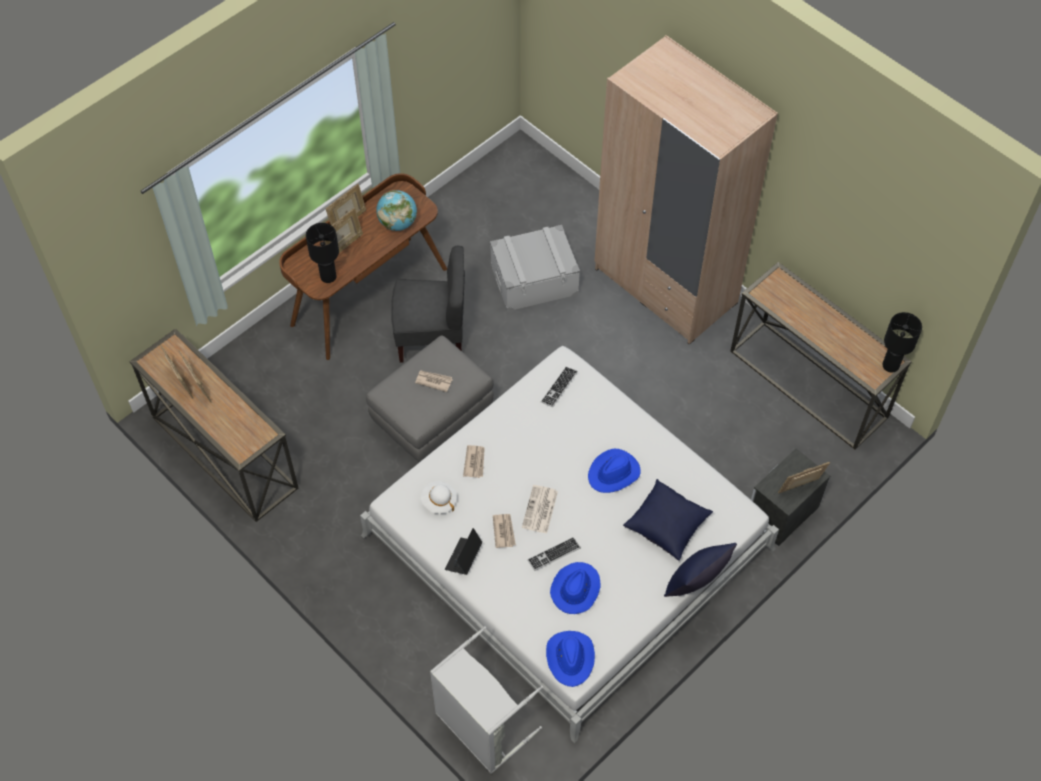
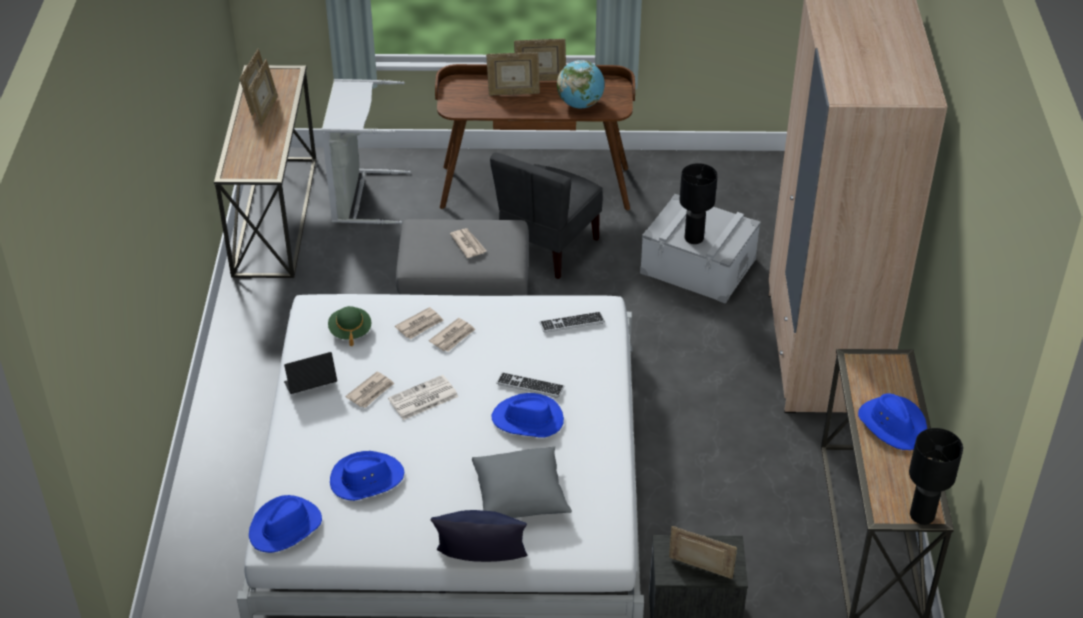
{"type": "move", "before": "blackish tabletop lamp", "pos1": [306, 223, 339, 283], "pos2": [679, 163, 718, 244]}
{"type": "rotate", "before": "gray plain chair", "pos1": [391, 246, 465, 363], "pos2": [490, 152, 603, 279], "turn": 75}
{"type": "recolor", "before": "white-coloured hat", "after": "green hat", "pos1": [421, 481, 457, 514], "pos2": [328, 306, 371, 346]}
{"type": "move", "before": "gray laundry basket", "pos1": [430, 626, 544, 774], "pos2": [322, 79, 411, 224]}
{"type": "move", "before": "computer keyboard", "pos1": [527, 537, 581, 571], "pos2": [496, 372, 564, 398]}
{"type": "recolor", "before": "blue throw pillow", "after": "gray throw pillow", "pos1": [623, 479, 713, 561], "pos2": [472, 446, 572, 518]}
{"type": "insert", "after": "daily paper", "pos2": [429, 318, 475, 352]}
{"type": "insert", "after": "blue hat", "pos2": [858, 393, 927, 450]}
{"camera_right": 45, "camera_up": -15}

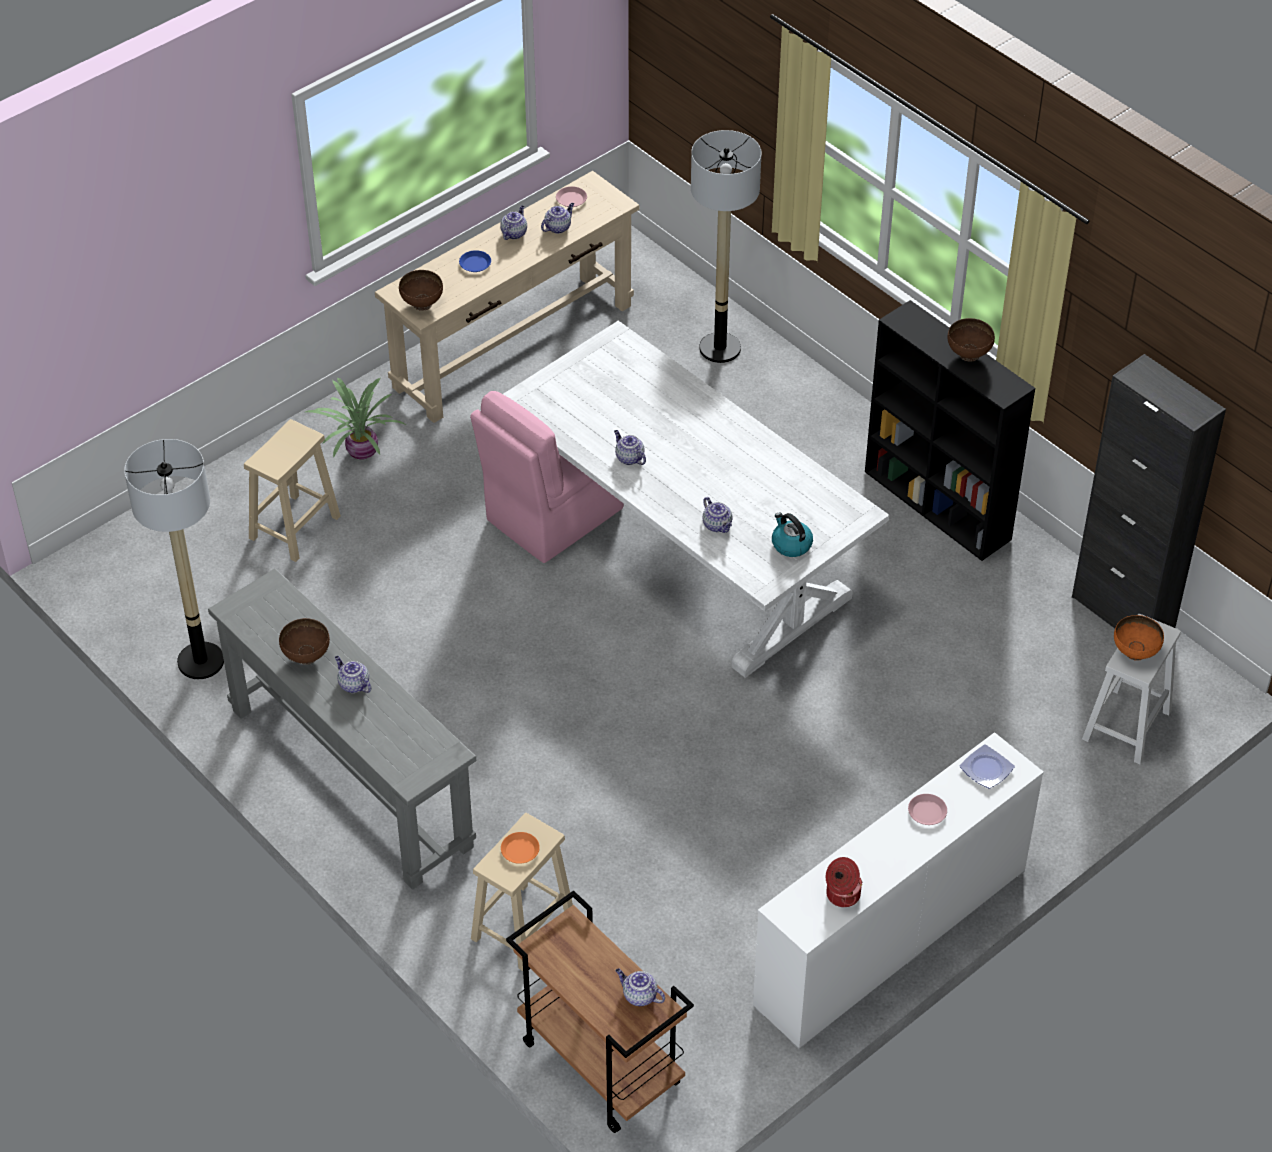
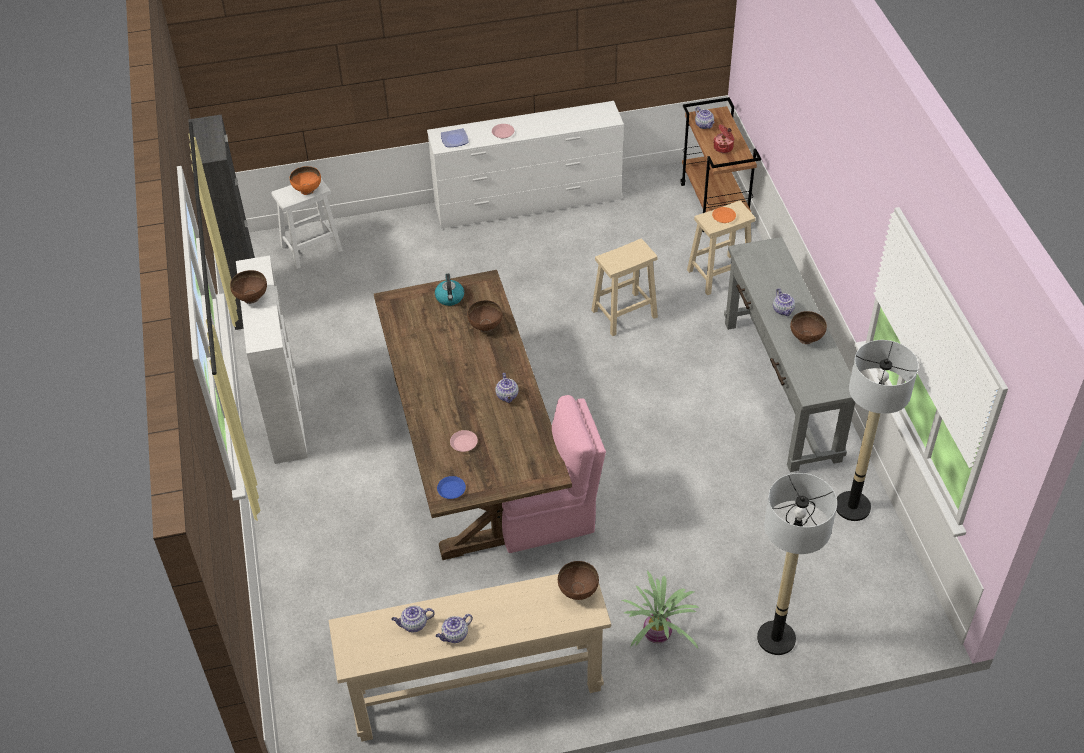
{"type": "move", "before": "beige stool", "pos1": [244, 419, 341, 562], "pos2": [591, 239, 658, 336]}
{"type": "move", "before": "blue flat dish", "pos1": [459, 250, 491, 272], "pos2": [437, 476, 466, 499]}
{"type": "recolor", "before": "white-coloured dining table", "after": "brown dining table", "pos1": [503, 321, 889, 678], "pos2": [374, 270, 572, 560]}
{"type": "move", "before": "pink flat dish", "pos1": [556, 186, 587, 207], "pos2": [450, 430, 478, 452]}
{"type": "move", "before": "standard lamp", "pos1": [691, 130, 762, 363], "pos2": [757, 473, 837, 655]}
{"type": "replace", "before": "teapot", "after": "brown serving bowl", "pos1": [703, 497, 733, 533], "pos2": [467, 300, 503, 333]}
{"type": "move", "before": "cooking pot", "pos1": [826, 857, 862, 907], "pos2": [713, 124, 734, 153]}
{"type": "recolor", "before": "blackish shelving unit", "after": "white-coloured shelving unit", "pos1": [865, 300, 1035, 561], "pos2": [236, 255, 308, 464]}
{"camera_right": -150, "camera_up": 0}

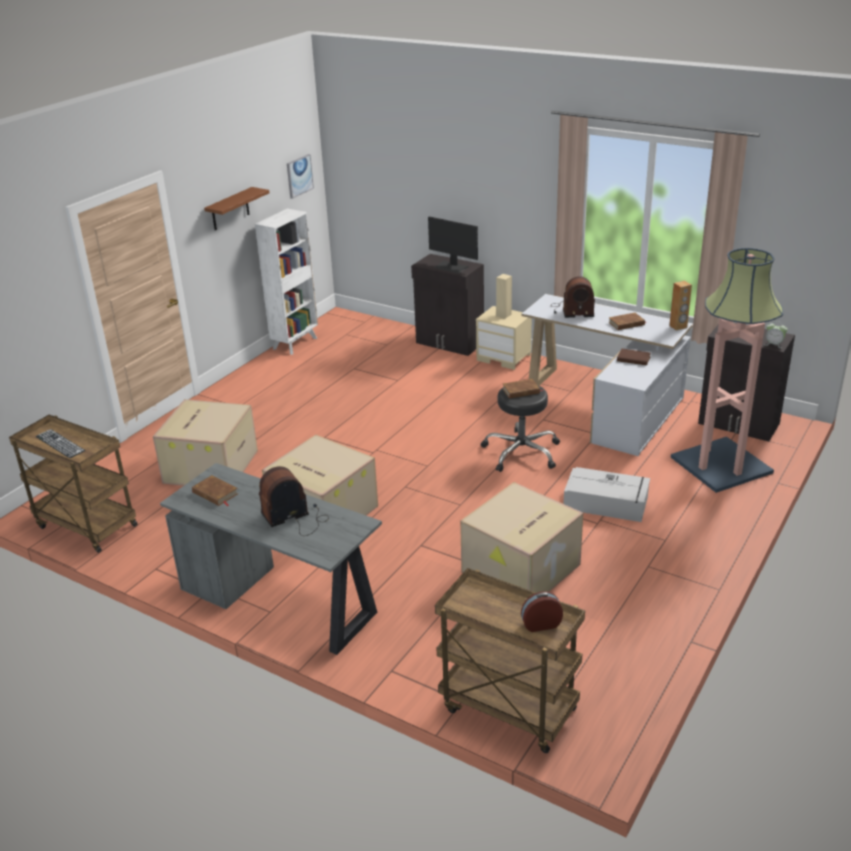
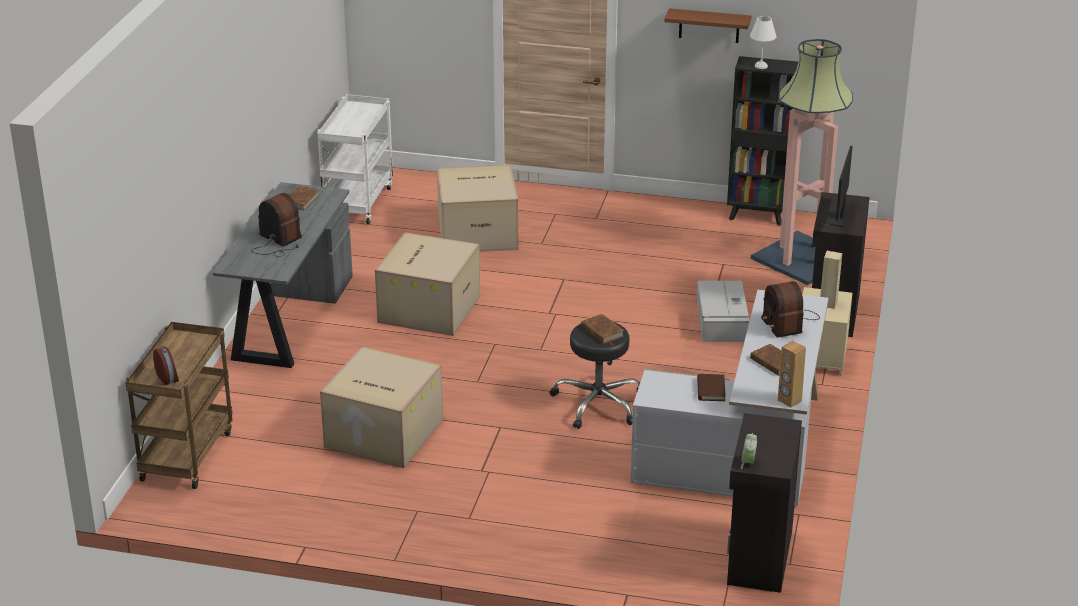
{"type": "recolor", "before": "brown trolley", "after": "white-coloured trolley", "pos1": [9, 415, 138, 553], "pos2": [317, 94, 393, 224]}
{"type": "delete", "before": "computer keyboard", "pos1": [36, 429, 85, 458]}
{"type": "recolor", "before": "white-coloured shelving unit", "after": "blackish shelving unit", "pos1": [255, 209, 318, 355], "pos2": [727, 56, 798, 226]}
{"type": "delete", "before": "wall picture", "pos1": [287, 154, 314, 199]}
{"type": "move", "before": "gray storage container", "pos1": [563, 467, 650, 522], "pos2": [697, 281, 749, 342]}
{"type": "move", "before": "standard lamp", "pos1": [671, 248, 783, 493], "pos2": [751, 39, 853, 285]}
{"type": "insert", "after": "white-coloured tabletop lamp", "pos2": [750, 16, 776, 69]}
{"camera_right": 70, "camera_up": 0}

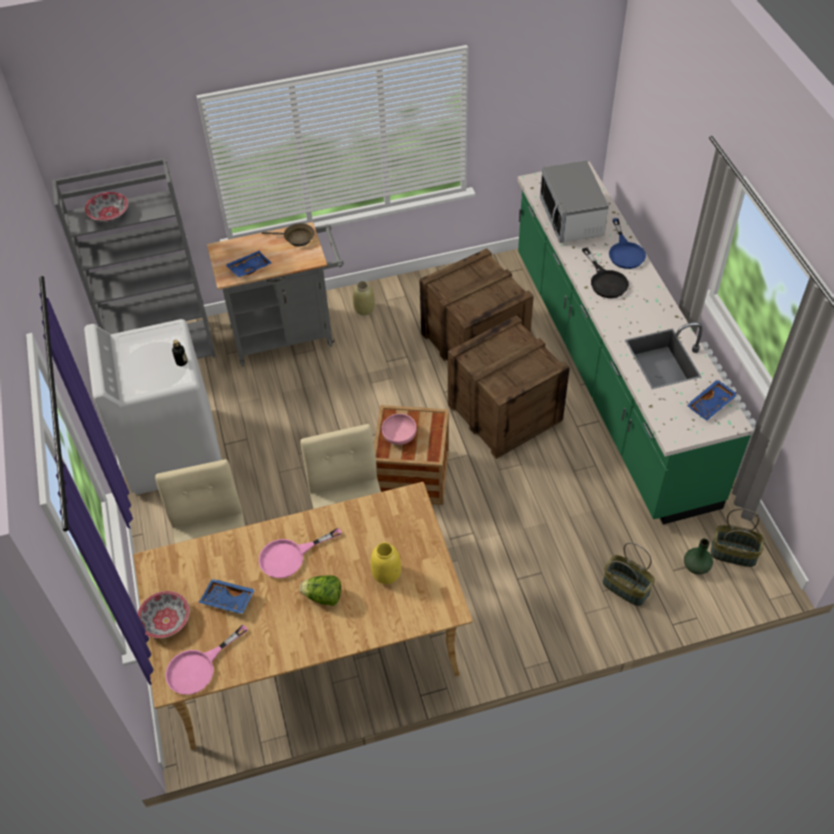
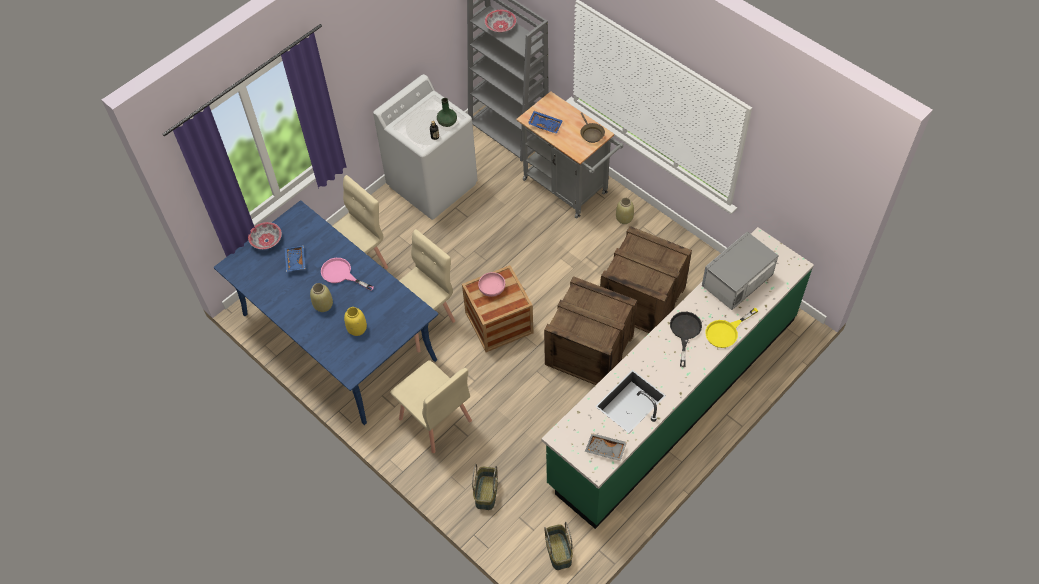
{"type": "recolor", "before": "beige dining table", "after": "blue dining table", "pos1": [133, 482, 473, 750], "pos2": [214, 201, 438, 425]}
{"type": "delete", "before": "pink pan", "pos1": [165, 625, 248, 694]}
{"type": "replace", "before": "lettuce", "after": "beige flower vase", "pos1": [300, 575, 341, 606], "pos2": [310, 283, 333, 312]}
{"type": "rotate", "before": "blackish pan", "pos1": [582, 247, 629, 298], "pos2": [670, 312, 702, 367], "turn": 150}
{"type": "recolor", "before": "blue pan", "after": "yellowish pan", "pos1": [609, 218, 646, 269], "pos2": [705, 308, 758, 348]}
{"type": "move", "before": "green flower vase", "pos1": [684, 538, 713, 575], "pos2": [437, 98, 457, 127]}
{"type": "recolor", "before": "blue tray", "after": "gray tray", "pos1": [687, 379, 738, 421], "pos2": [585, 433, 627, 461]}
{"type": "insert", "after": "beige plain chair", "pos2": [390, 360, 472, 453]}
{"camera_right": 60, "camera_up": 5}

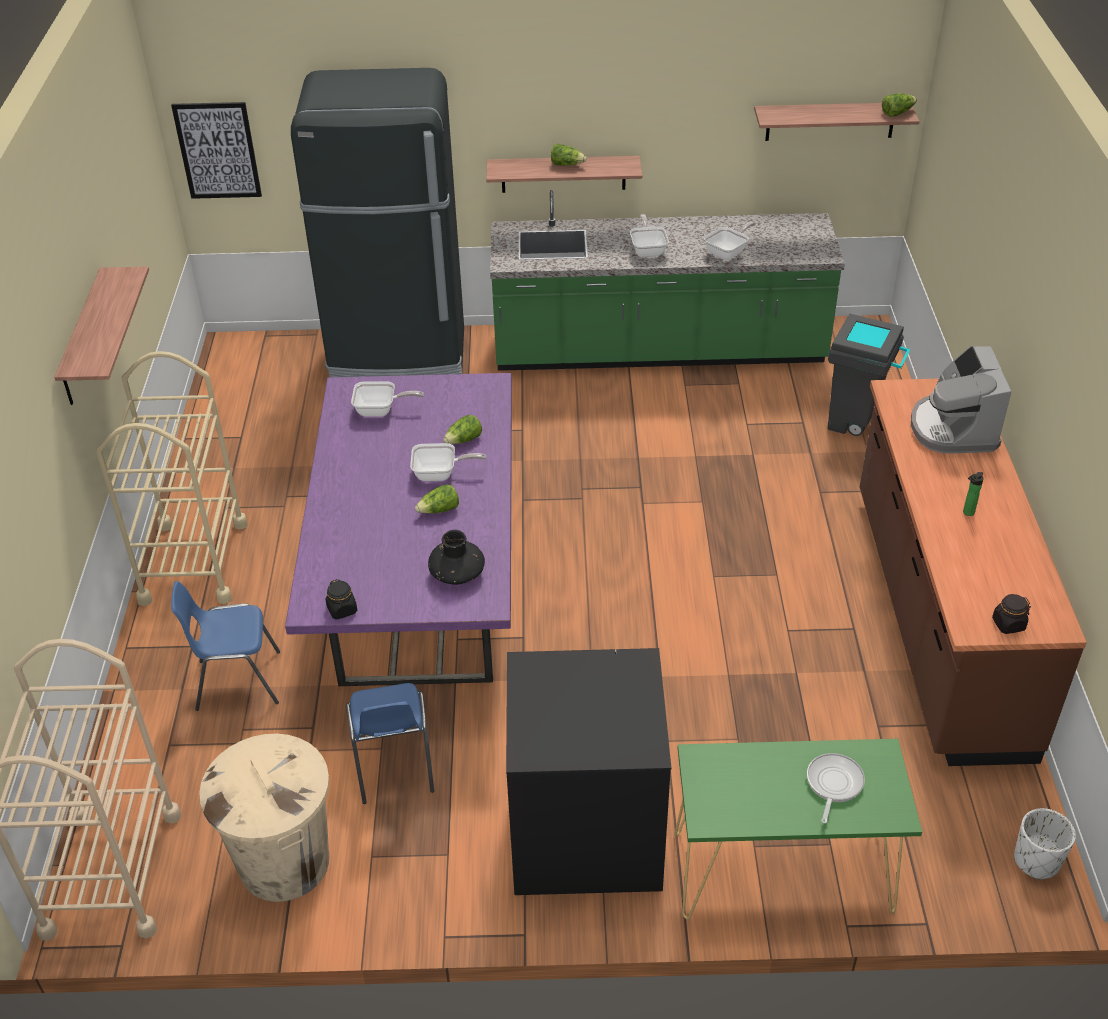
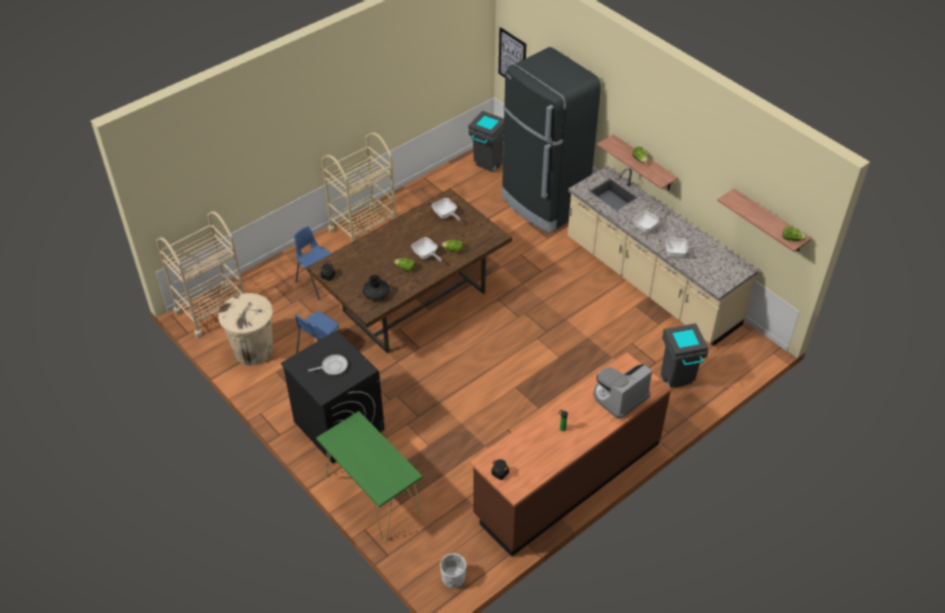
{"type": "delete", "before": "bracket shelf", "pos1": [54, 266, 149, 405]}
{"type": "recolor", "before": "purple-coloured dining table", "after": "brown dining table", "pos1": [285, 373, 512, 686], "pos2": [307, 188, 512, 353]}
{"type": "recolor", "before": "green counter", "after": "beige counter", "pos1": [490, 190, 845, 371], "pos2": [568, 166, 759, 346]}
{"type": "move", "before": "pan", "pos1": [807, 753, 865, 824], "pos2": [308, 354, 348, 376]}
{"type": "insert", "after": "gray waste bin", "pos2": [468, 111, 504, 172]}
{"camera_right": 50, "camera_up": 5}

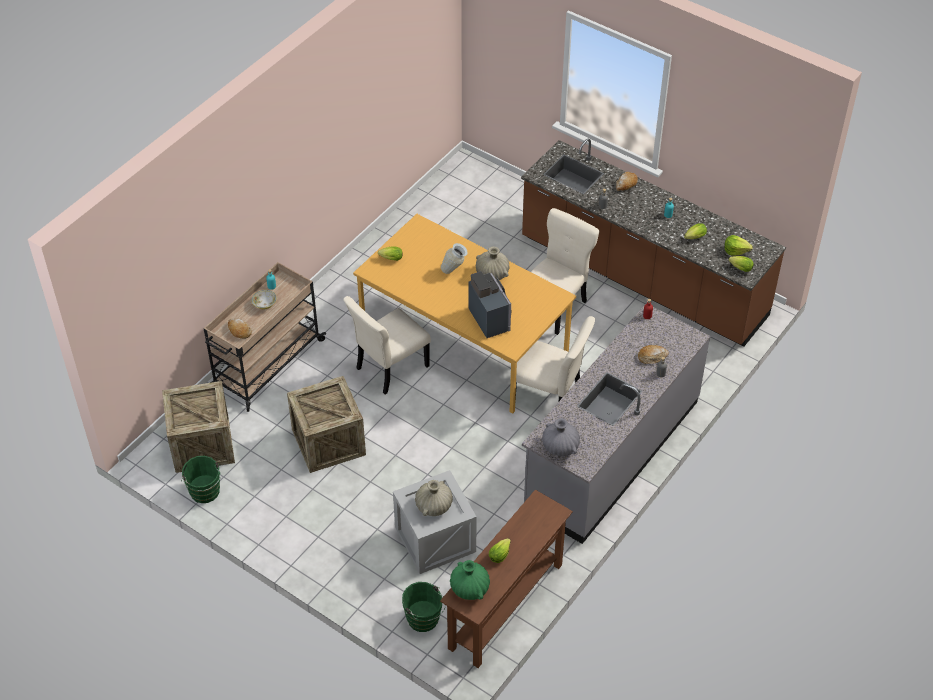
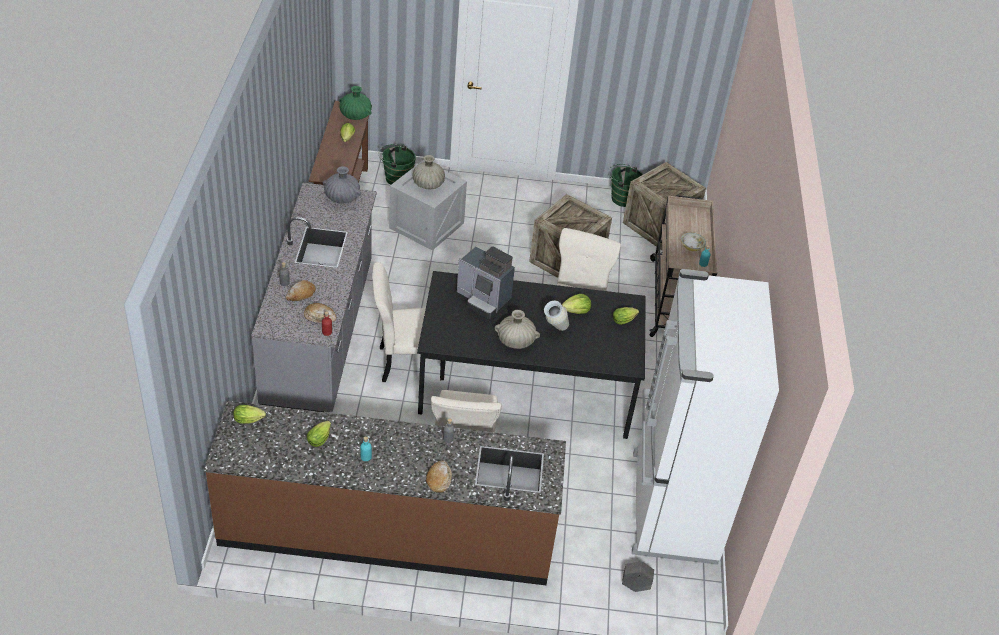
{"type": "move", "before": "bakery bread", "pos1": [228, 318, 252, 339], "pos2": [304, 303, 336, 323]}
{"type": "recolor", "before": "orangey dining table", "after": "blackish dining table", "pos1": [353, 214, 576, 414], "pos2": [417, 271, 646, 439]}
{"type": "move", "before": "lettuce", "pos1": [724, 235, 753, 256], "pos2": [561, 294, 591, 314]}
{"type": "insert", "after": "gray flower pot", "pos2": [622, 561, 654, 592]}
{"type": "insert", "after": "white-coloured refrigerator", "pos2": [632, 269, 779, 565]}
{"camera_right": 145, "camera_up": -5}

